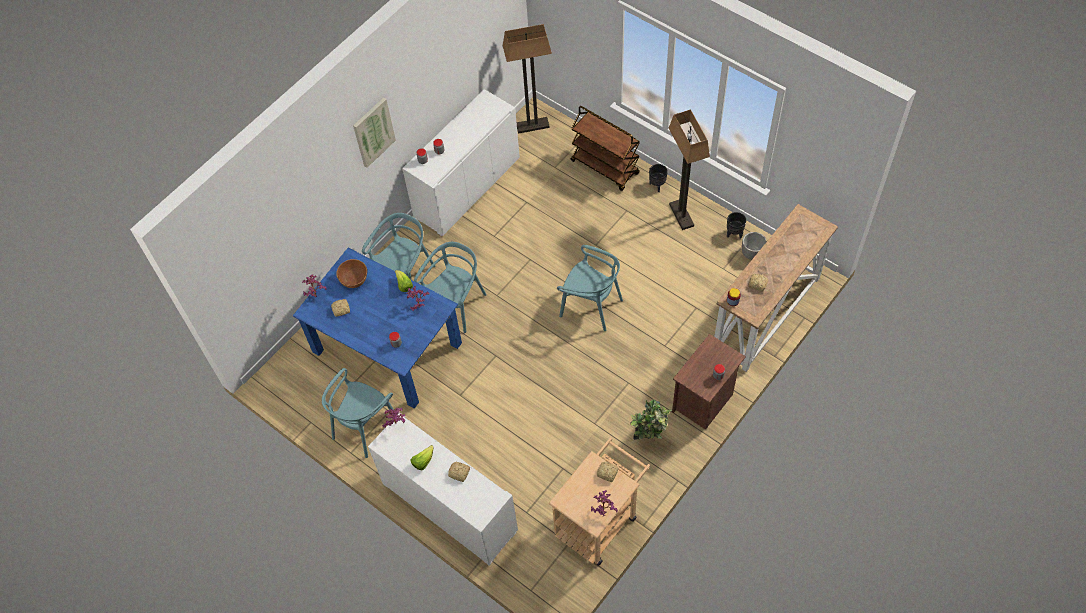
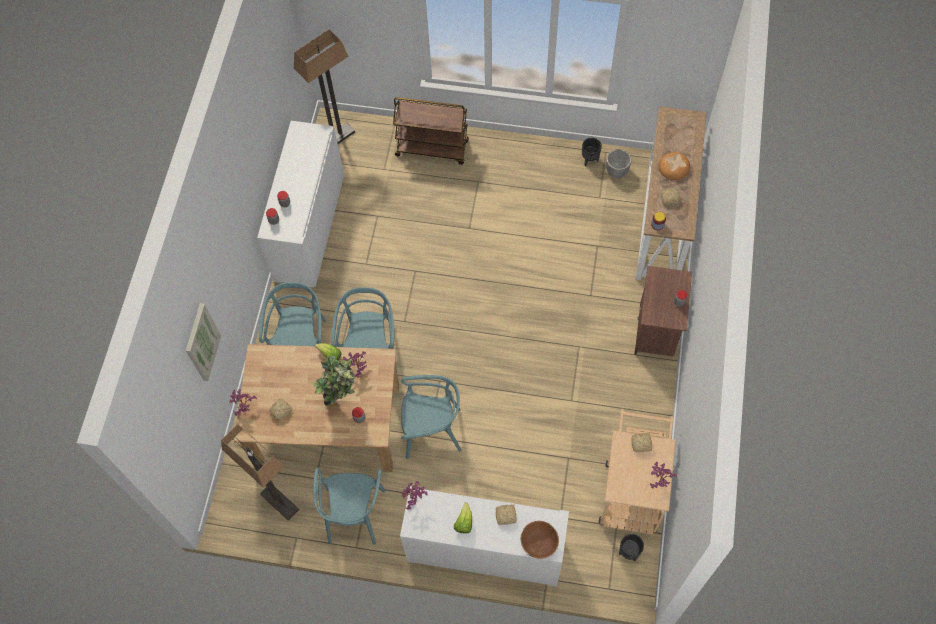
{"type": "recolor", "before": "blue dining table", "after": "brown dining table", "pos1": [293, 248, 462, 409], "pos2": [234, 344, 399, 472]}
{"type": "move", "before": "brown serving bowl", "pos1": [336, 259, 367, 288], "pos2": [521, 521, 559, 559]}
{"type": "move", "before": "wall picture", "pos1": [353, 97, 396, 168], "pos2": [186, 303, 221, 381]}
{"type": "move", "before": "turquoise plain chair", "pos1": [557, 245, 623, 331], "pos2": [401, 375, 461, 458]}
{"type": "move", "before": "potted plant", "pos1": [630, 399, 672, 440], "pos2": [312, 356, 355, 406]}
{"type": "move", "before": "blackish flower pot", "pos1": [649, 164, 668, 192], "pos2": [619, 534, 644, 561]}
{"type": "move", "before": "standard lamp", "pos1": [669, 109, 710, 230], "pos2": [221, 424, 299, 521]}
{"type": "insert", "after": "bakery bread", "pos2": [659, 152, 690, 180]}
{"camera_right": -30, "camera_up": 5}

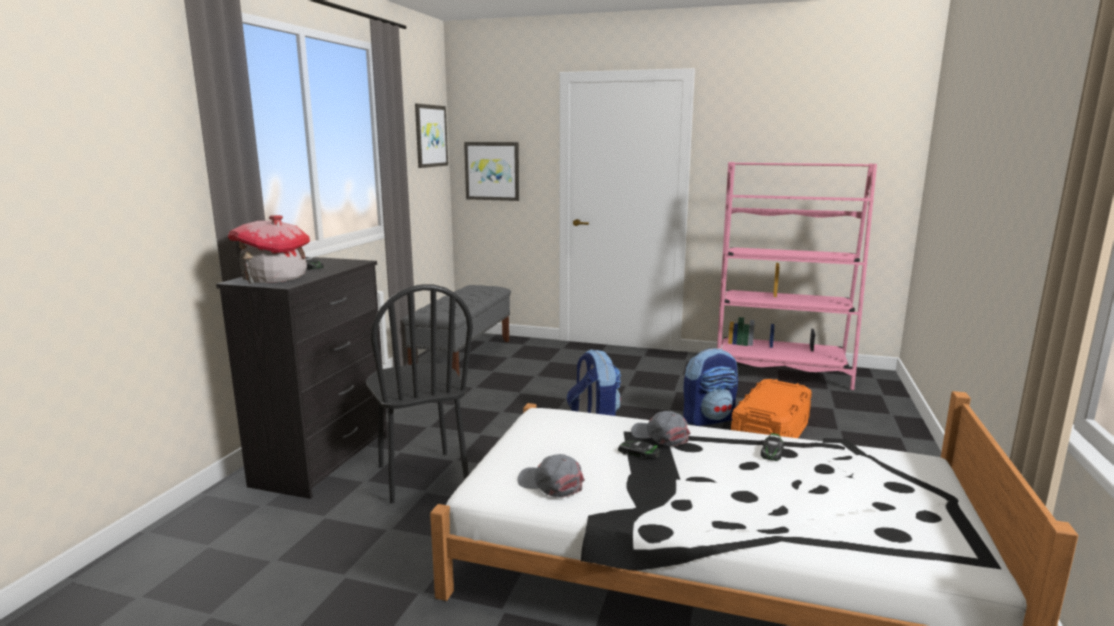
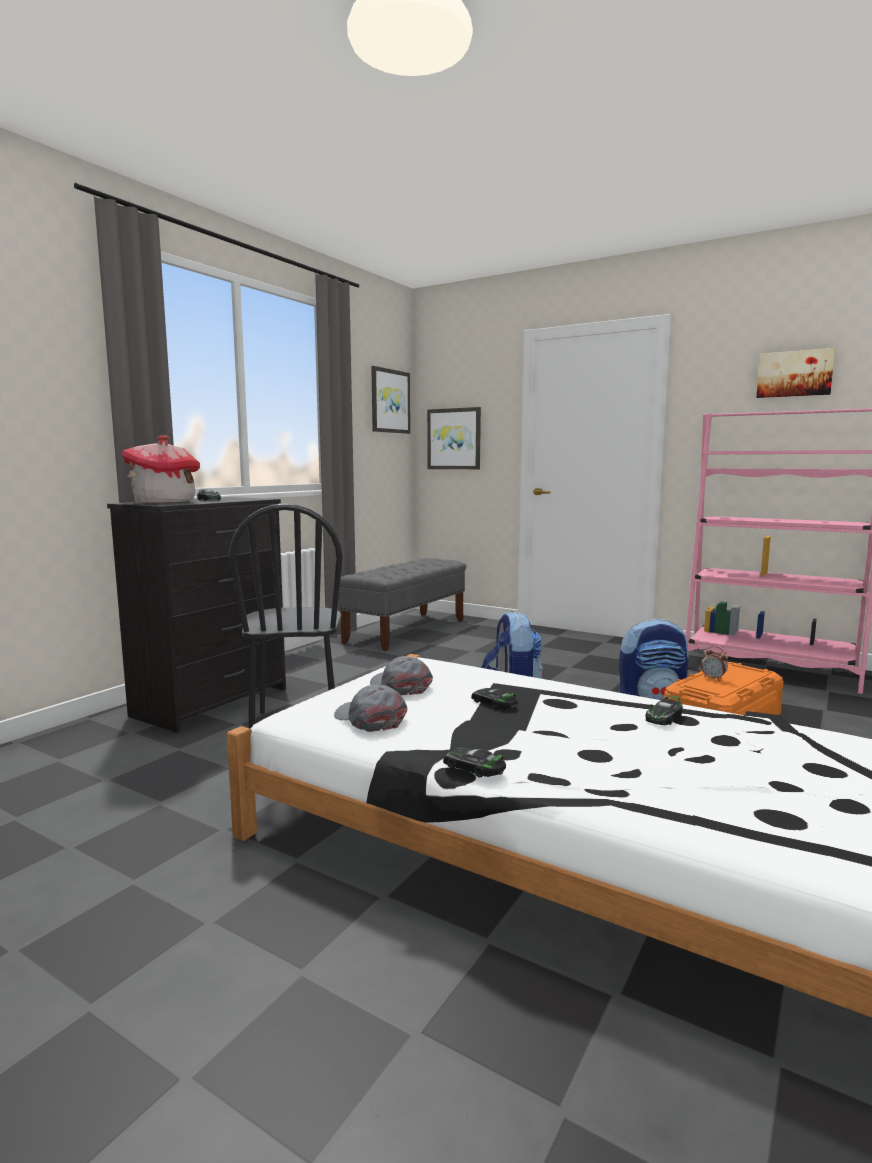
{"type": "move", "before": "gray baseball cap", "pos1": [631, 411, 691, 447], "pos2": [370, 656, 433, 696]}
{"type": "insert", "after": "model car", "pos2": [443, 747, 506, 777]}
{"type": "insert", "after": "alarm clock", "pos2": [701, 646, 728, 681]}
{"type": "insert", "after": "wall picture", "pos2": [756, 348, 835, 398]}
{"camera_right": 15, "camera_up": -5}

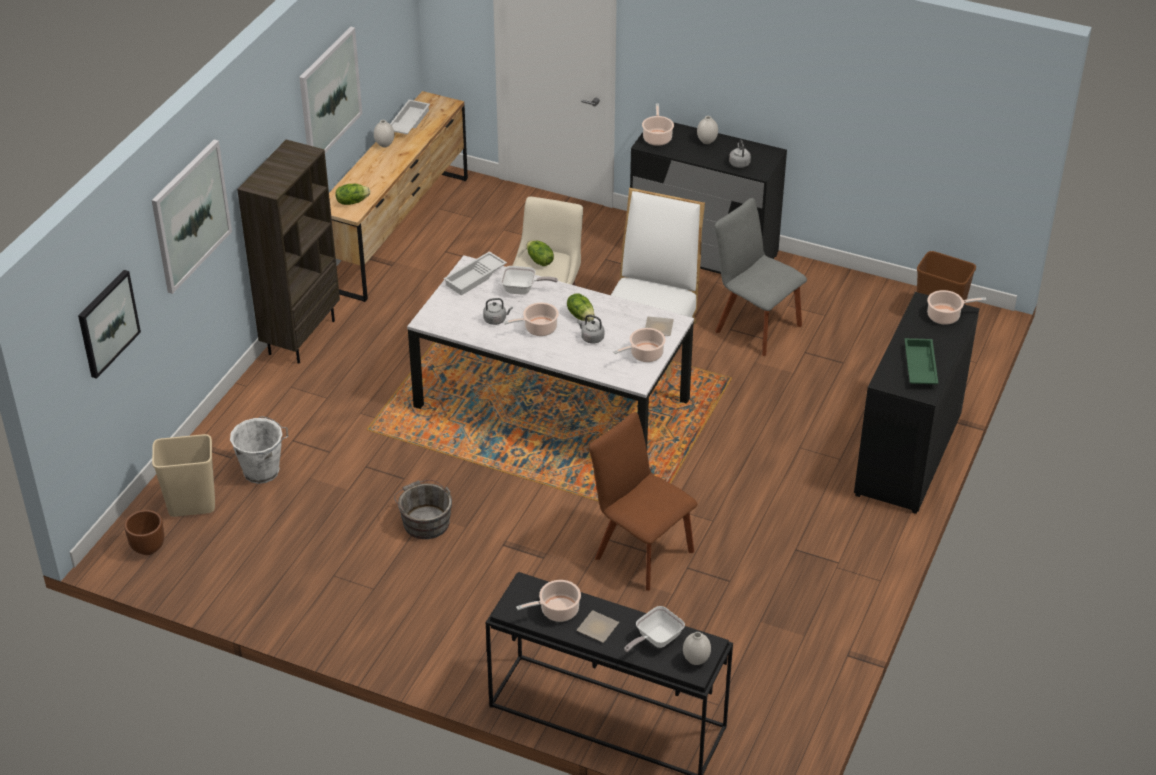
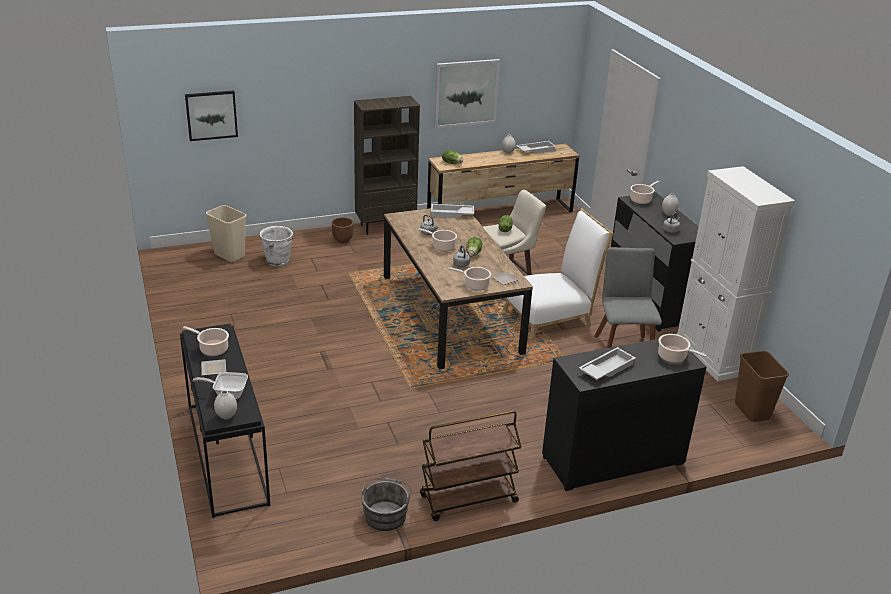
{"type": "move", "before": "brown flower pot", "pos1": [124, 510, 164, 555], "pos2": [332, 218, 354, 244]}
{"type": "delete", "before": "wall picture", "pos1": [152, 140, 232, 294]}
{"type": "move", "before": "gray water bucket", "pos1": [394, 480, 452, 539], "pos2": [361, 477, 411, 531]}
{"type": "recolor", "before": "white-coloured dining table", "after": "brown dining table", "pos1": [407, 255, 694, 448], "pos2": [384, 204, 533, 370]}
{"type": "delete", "before": "pan", "pos1": [501, 266, 558, 295]}
{"type": "delete", "before": "brown plain chair", "pos1": [589, 412, 697, 591]}
{"type": "recolor", "before": "green tray", "after": "white-coloured tray", "pos1": [905, 338, 938, 384], "pos2": [579, 347, 636, 380]}
{"type": "insert", "after": "brown trolley", "pos2": [420, 411, 521, 521]}
{"type": "insert", "after": "white-coloured cupboard", "pos2": [676, 166, 795, 381]}
{"camera_right": 45, "camera_up": -10}

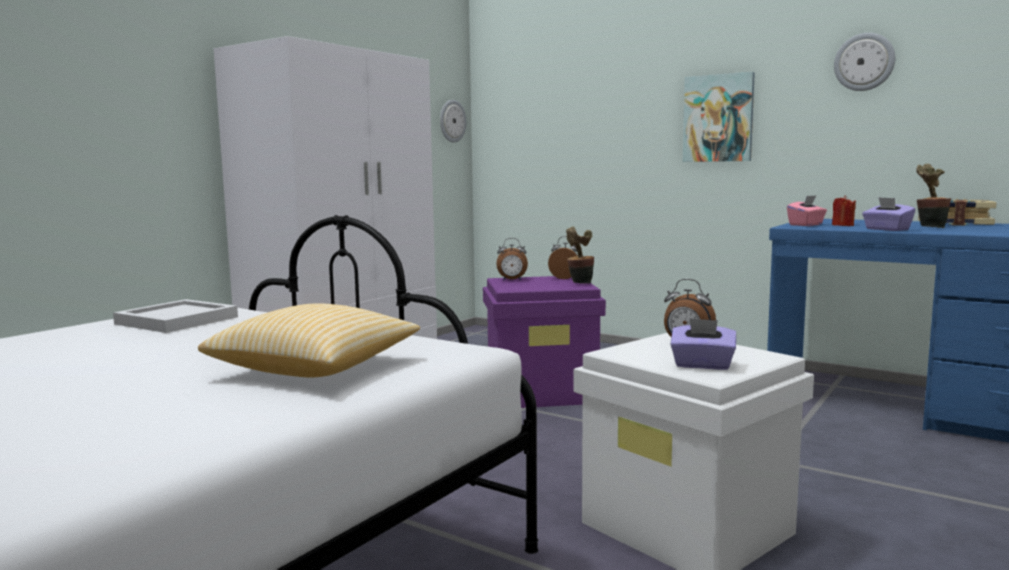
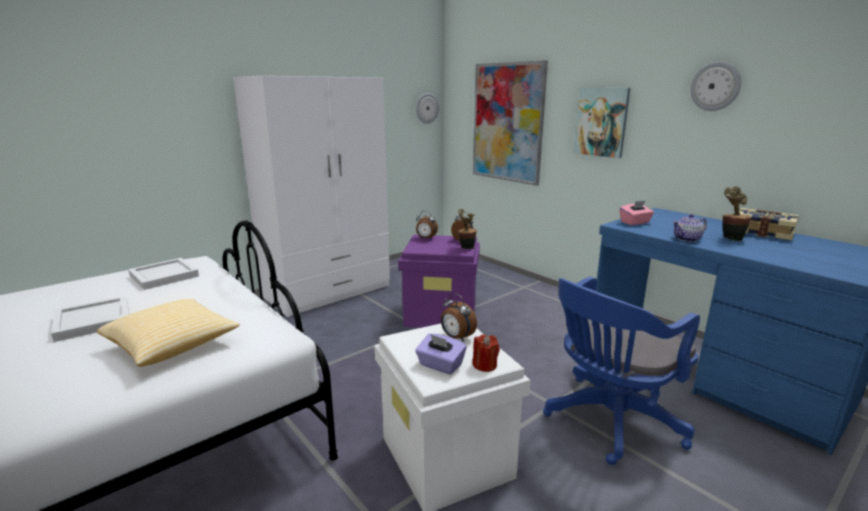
{"type": "move", "before": "reddish wax light", "pos1": [832, 195, 856, 226], "pos2": [473, 334, 500, 372]}
{"type": "replace", "before": "purple-coloured box of tissues", "after": "teapot", "pos1": [862, 197, 916, 231], "pos2": [673, 214, 707, 242]}
{"type": "insert", "after": "white-coloured tray", "pos2": [51, 295, 129, 342]}
{"type": "insert", "after": "wall picture", "pos2": [473, 60, 548, 186]}
{"type": "insert", "after": "blue desk chair", "pos2": [543, 277, 700, 465]}
{"camera_right": 15, "camera_up": 10}

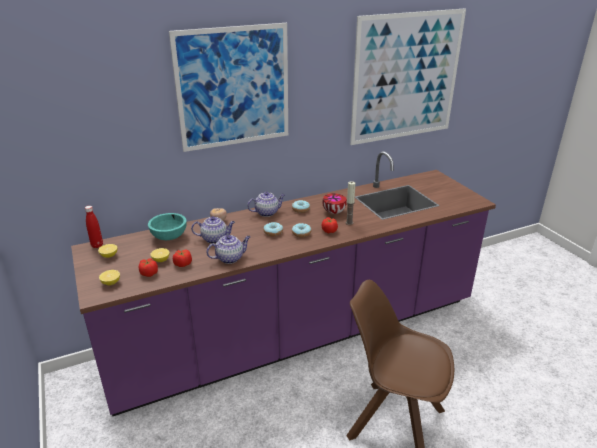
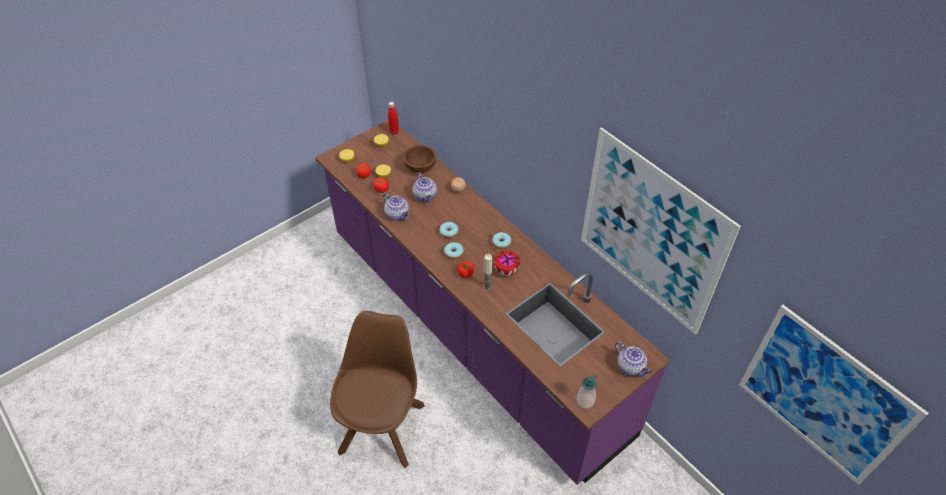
{"type": "recolor", "before": "turquoise serving bowl", "after": "brown serving bowl", "pos1": [148, 213, 186, 240], "pos2": [403, 145, 436, 173]}
{"type": "move", "before": "wall picture", "pos1": [169, 23, 288, 152], "pos2": [739, 305, 929, 485]}
{"type": "move", "before": "teapot", "pos1": [247, 192, 285, 217], "pos2": [615, 341, 652, 377]}
{"type": "insert", "after": "liquid soap bottle", "pos2": [577, 375, 597, 408]}
{"camera_right": 75, "camera_up": 20}

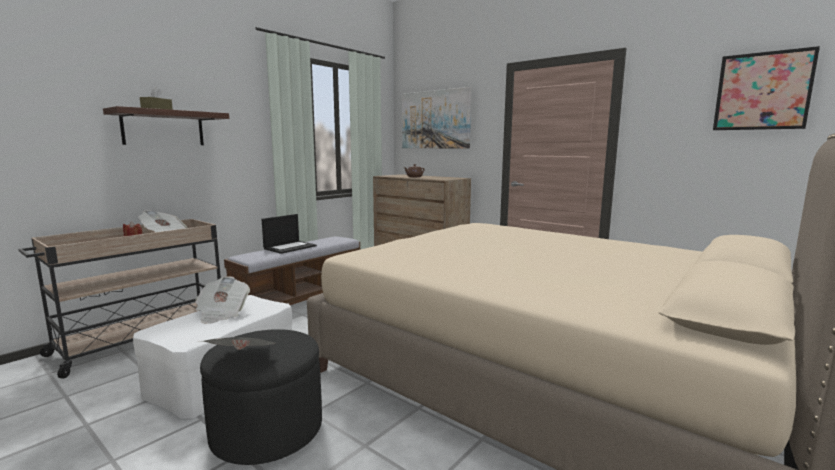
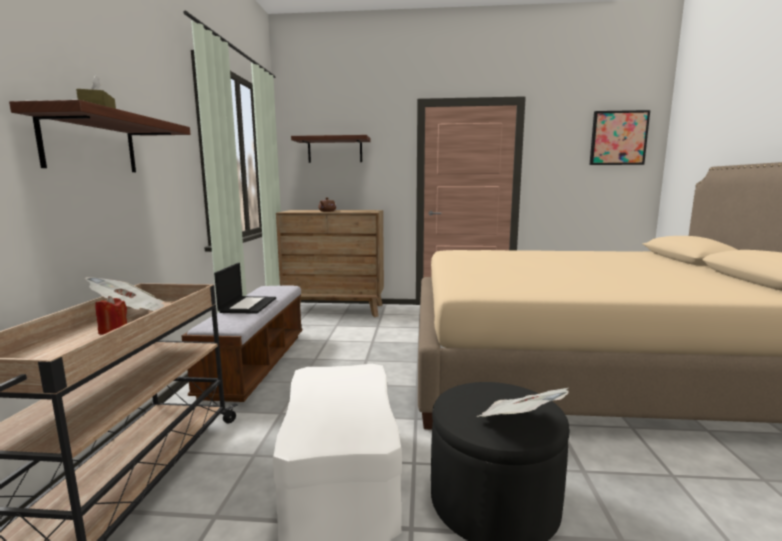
{"type": "delete", "before": "daily paper", "pos1": [195, 276, 250, 324]}
{"type": "replace", "before": "wall picture", "after": "bracket shelf", "pos1": [402, 87, 471, 149], "pos2": [291, 135, 371, 163]}
{"camera_right": -35, "camera_up": 0}

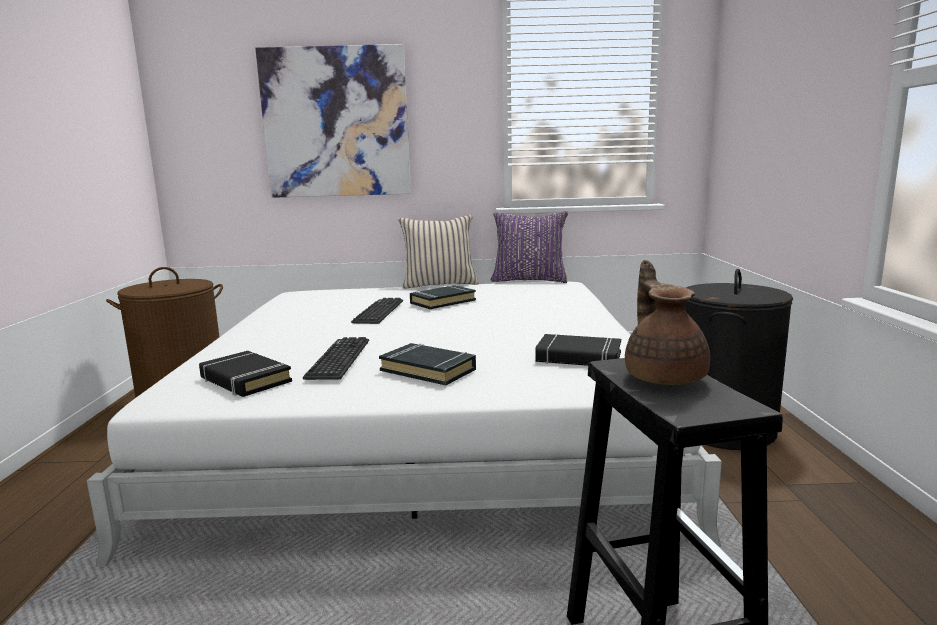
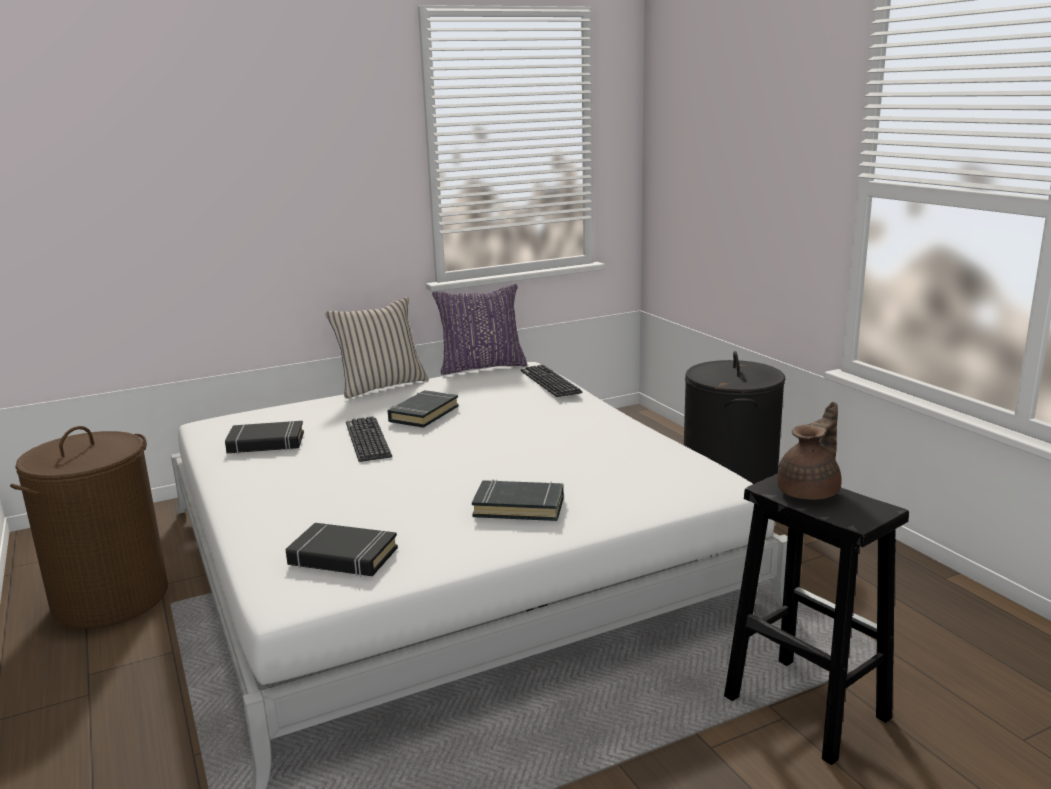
{"type": "delete", "before": "wall picture", "pos1": [255, 44, 411, 198]}
{"type": "move", "before": "computer keyboard", "pos1": [303, 337, 369, 380], "pos2": [521, 365, 582, 397]}
{"type": "move", "before": "blackish volume", "pos1": [535, 334, 621, 366], "pos2": [225, 421, 304, 454]}
{"type": "rotate", "before": "brown teapot", "pos1": [625, 260, 710, 385], "pos2": [777, 402, 842, 500], "turn": 75}
{"camera_right": -25, "camera_up": 5}

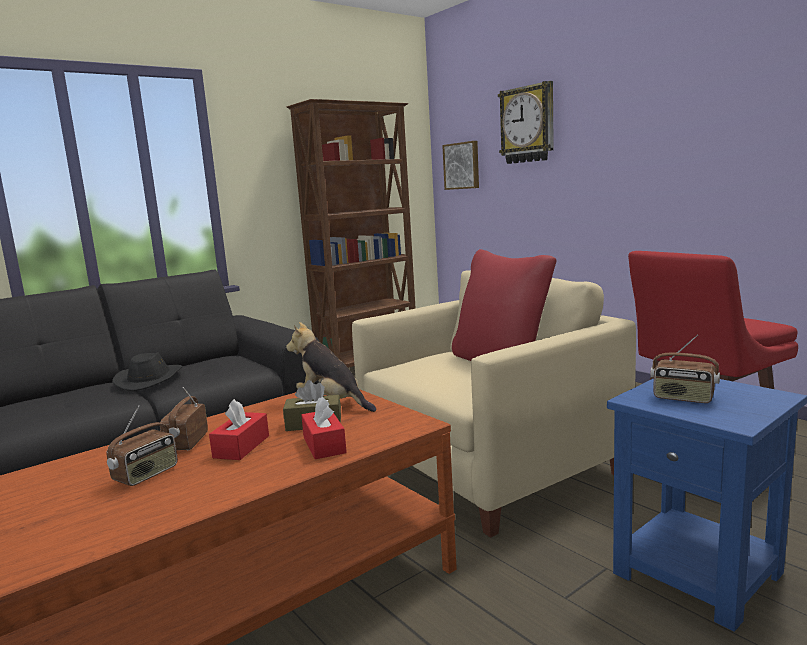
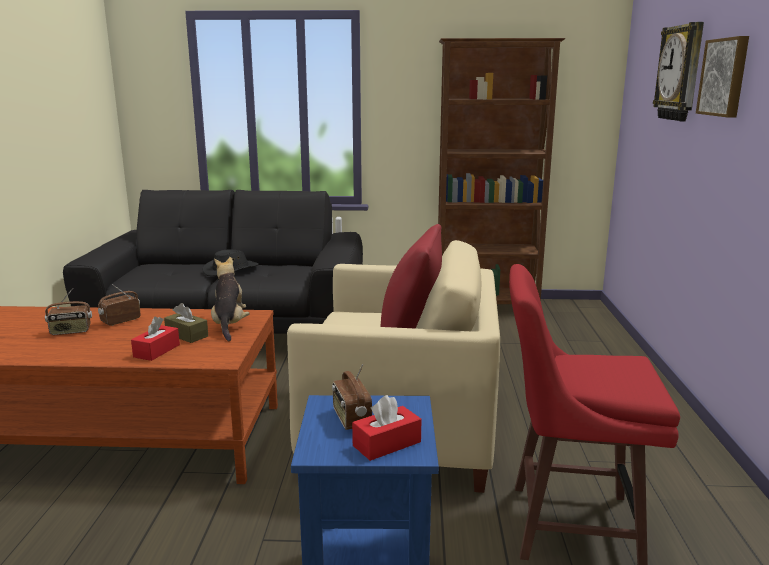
{"type": "move", "before": "reddish box of tissues", "pos1": [209, 399, 269, 460], "pos2": [352, 395, 421, 461]}
{"type": "move", "before": "wall picture", "pos1": [442, 141, 479, 190], "pos2": [696, 36, 749, 117]}
{"camera_right": 40, "camera_up": 5}

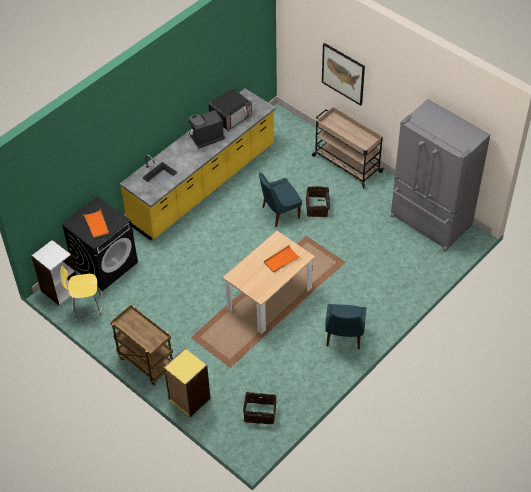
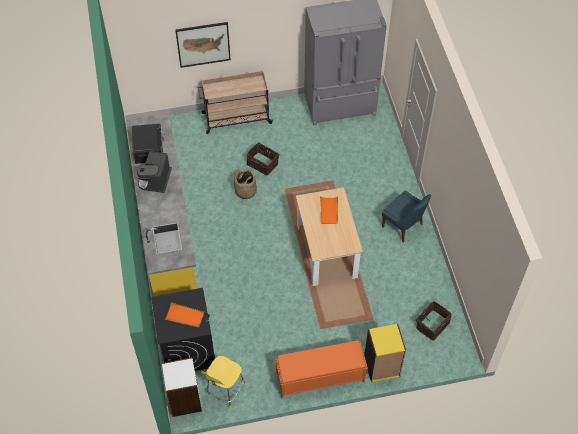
{"type": "replace", "before": "brown trolley", "after": "orangey bench", "pos1": [110, 305, 173, 385], "pos2": [275, 341, 368, 398]}
{"type": "replace", "before": "blue plain chair", "after": "basket", "pos1": [259, 172, 302, 227], "pos2": [234, 170, 257, 201]}
{"camera_right": -55, "camera_up": 5}

